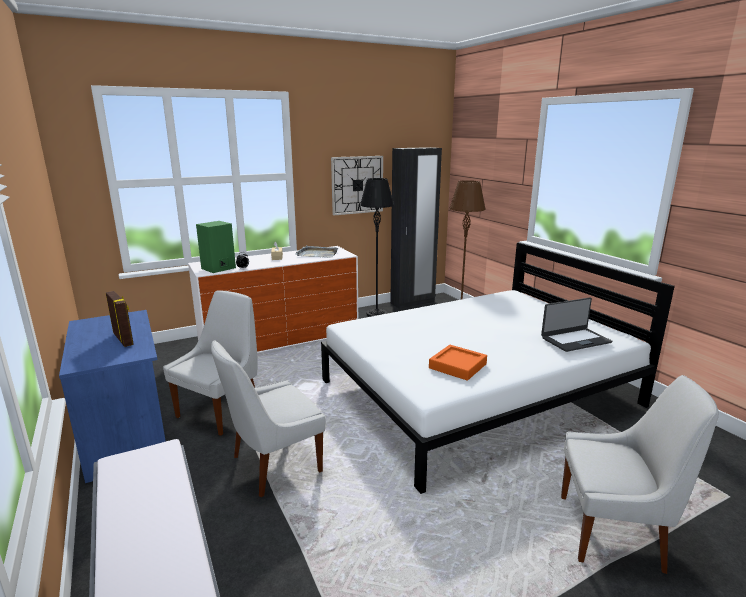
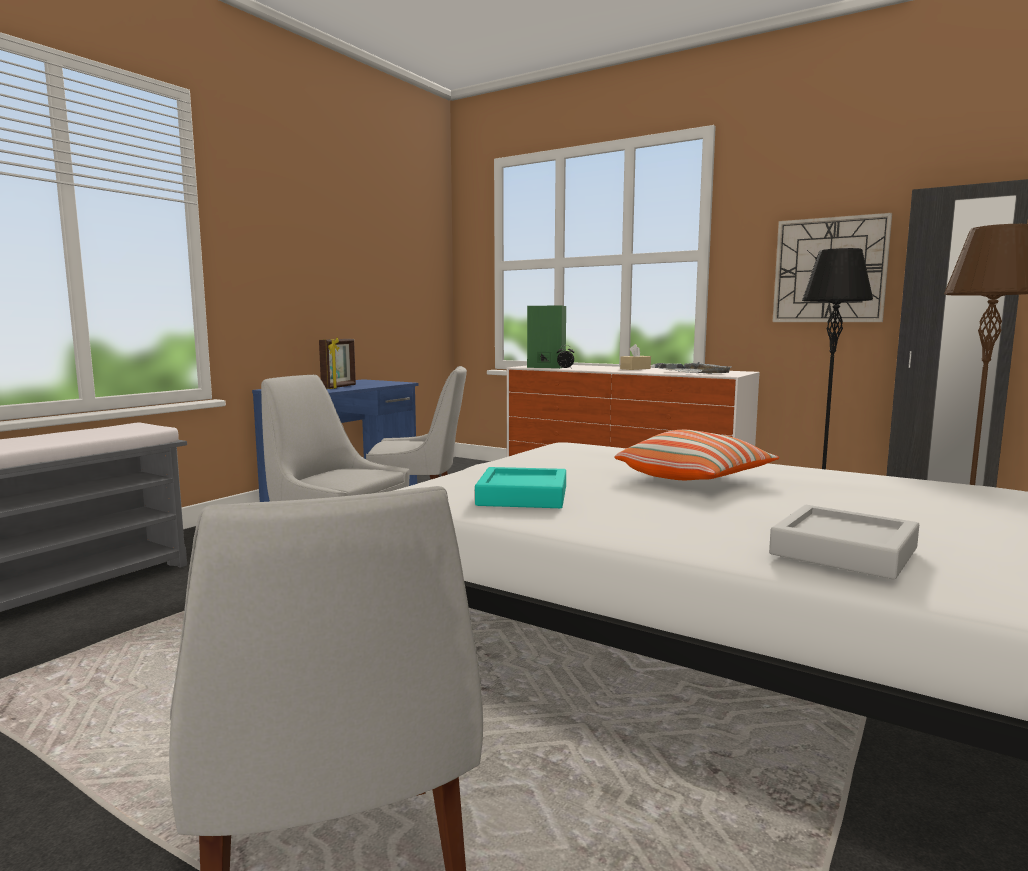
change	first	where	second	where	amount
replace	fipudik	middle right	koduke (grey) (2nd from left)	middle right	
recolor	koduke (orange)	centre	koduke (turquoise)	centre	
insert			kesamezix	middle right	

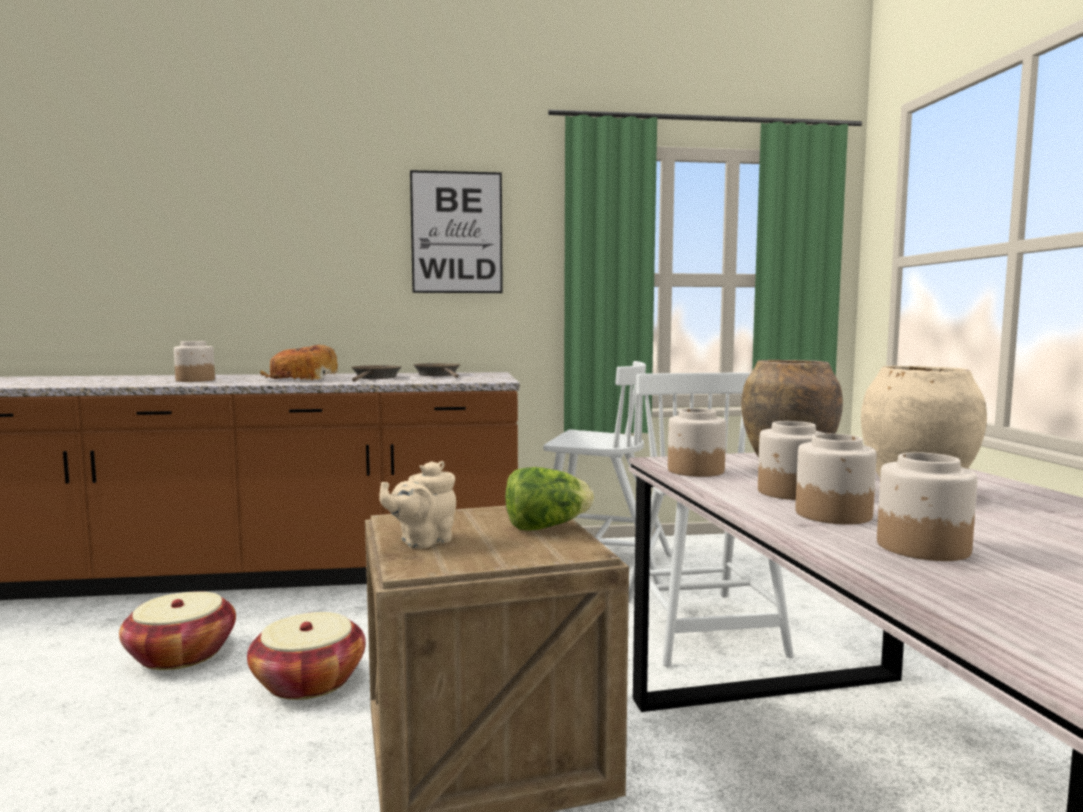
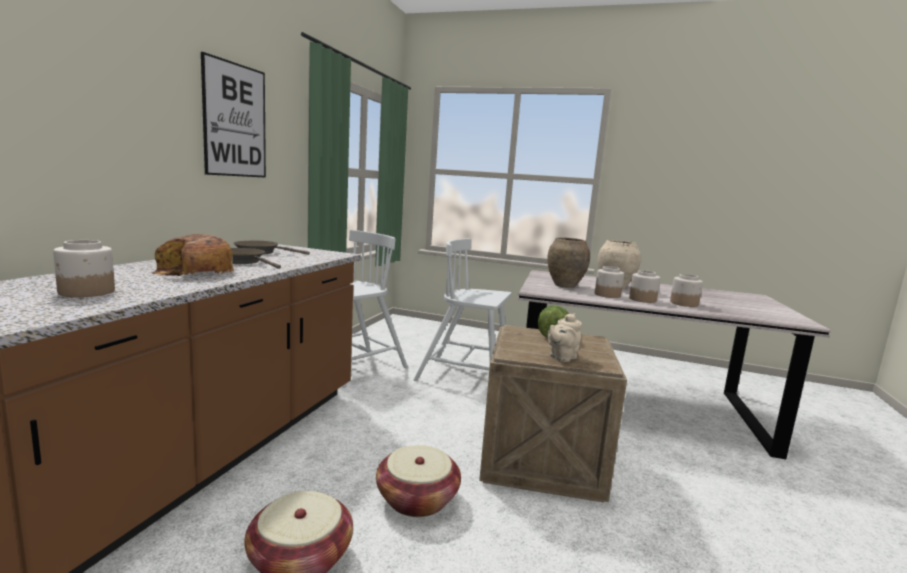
change	first	where	second	where	amount
delete	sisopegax (2nd from left)	centre			
rotate	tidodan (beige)	centre		centre	60 degrees clockwise

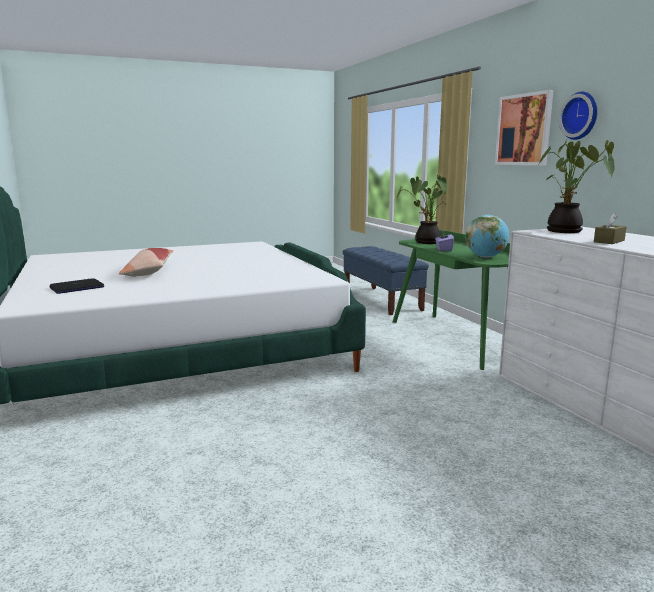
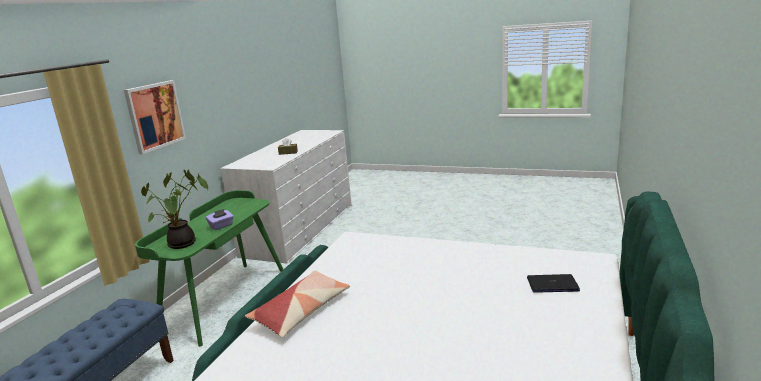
change	first	where	second	where	amount
delete	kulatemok	top right			
delete	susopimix (2nd from left)	top right			
delete	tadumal	middle right			
move	kesamezix	middle left		bottom centre	

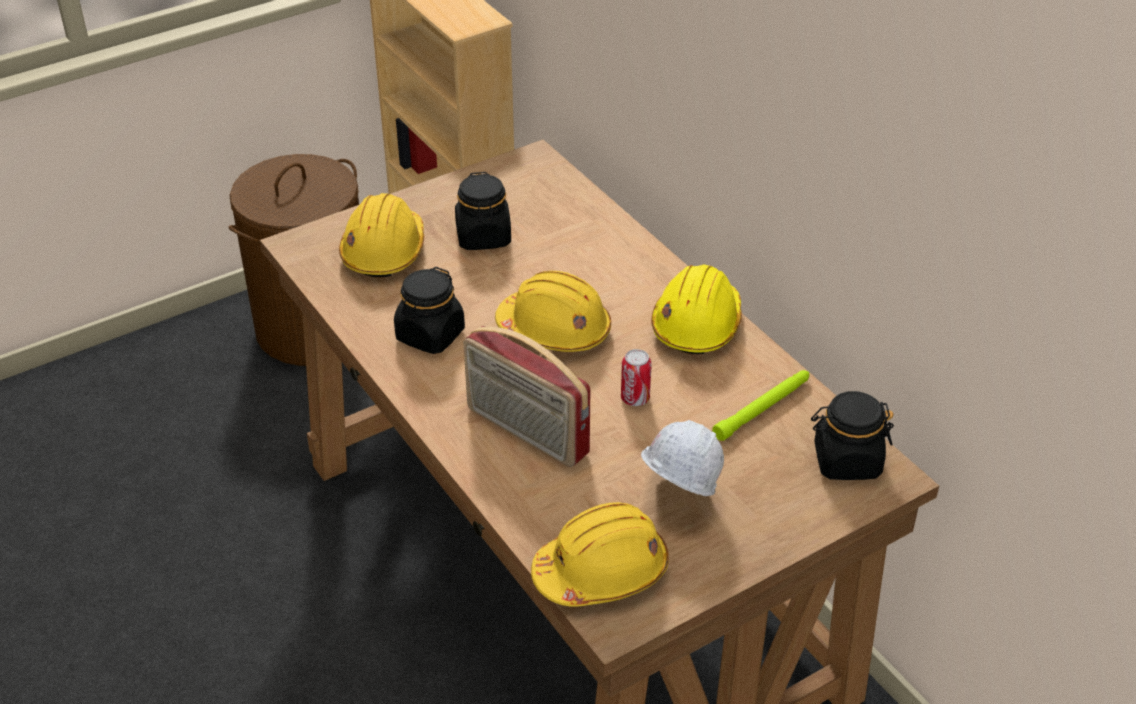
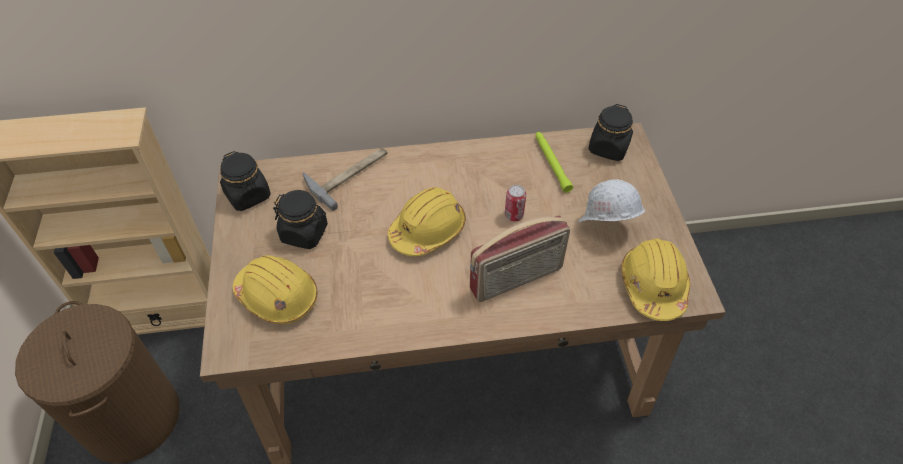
change	first	where	second	where	amount
delete	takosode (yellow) (4th from left)	centre			
move	sisopegax (black) (1st from left)	centre		middle left	
insert			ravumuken	centre	

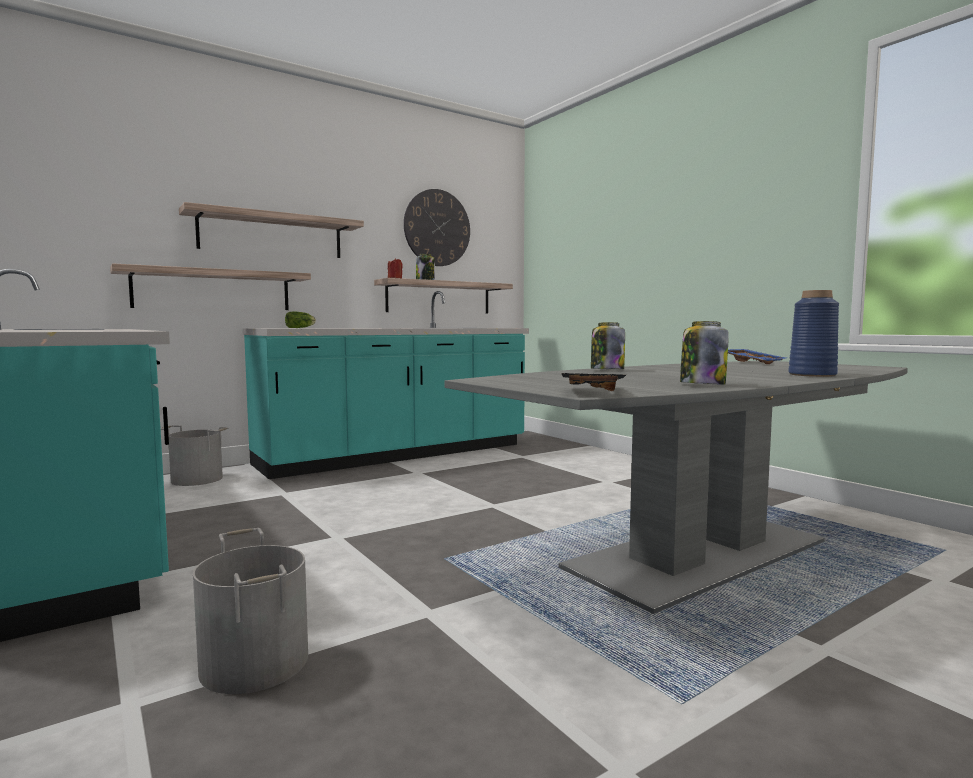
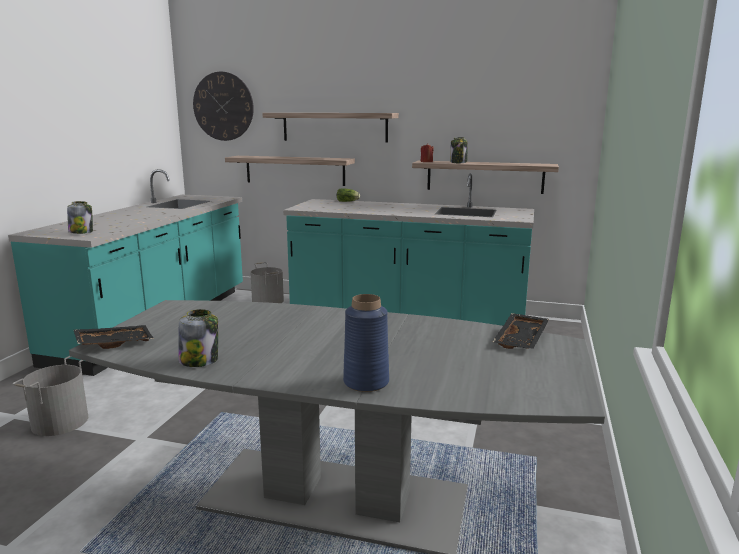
change	first	where	second	where	amount
move	kulatemok	top centre		top left	
move	sisopegax (2nd from left in the first image)	centre	sisopegax (1st from left)	middle left	
recolor	koduke (blue)	middle right	koduke (black) (2nd from left)	middle right	

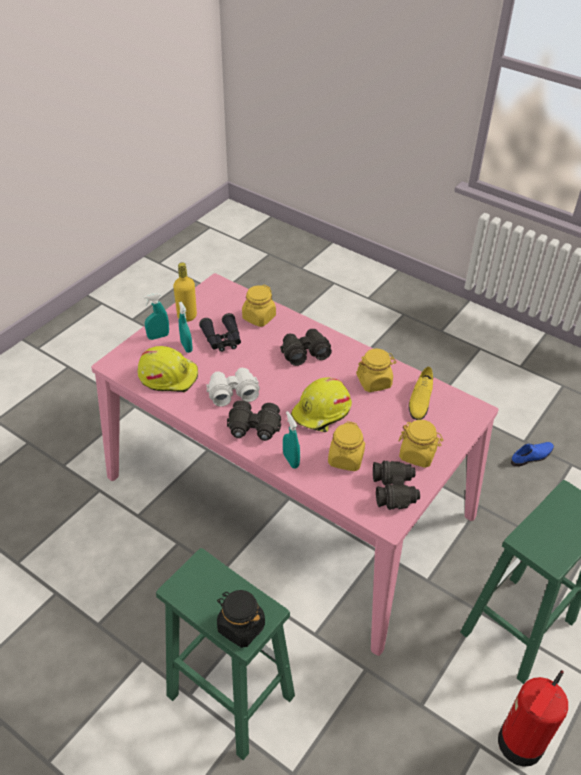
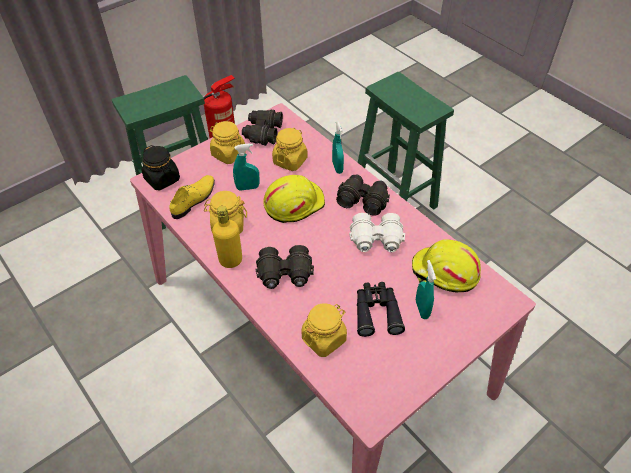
change	first	where	second	where	amount
move	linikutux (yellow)	middle left		centre	
move	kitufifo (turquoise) (1st from left)	middle left		centre	
delete	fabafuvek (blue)	middle right			
move	sisopegax (black)	bottom centre		middle left	

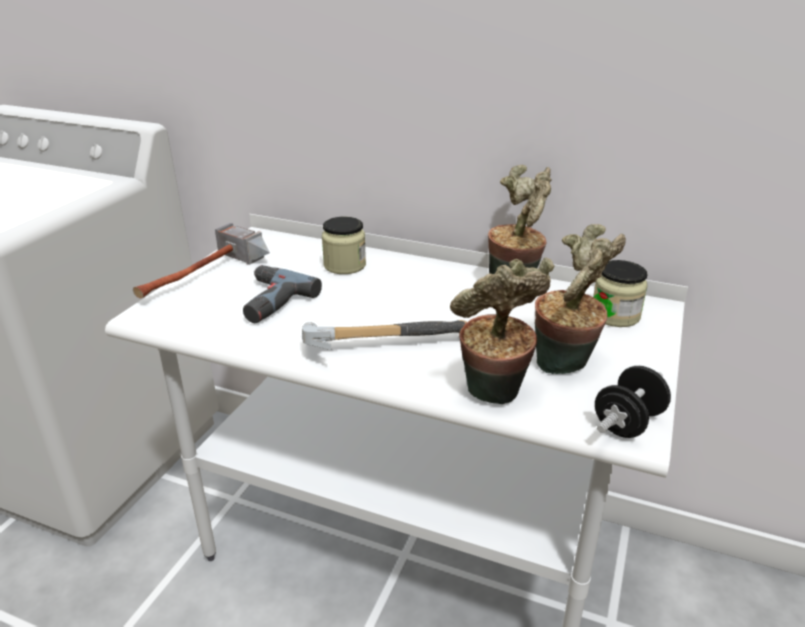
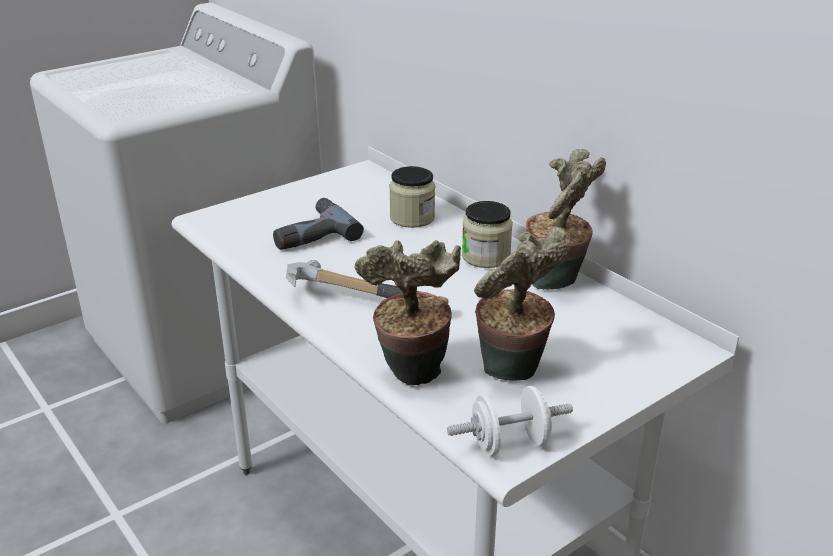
change	first	where	second	where	amount
delete	ravumuken (1st from left)	middle left			
move	sisopegax (2nd from left)	middle right		centre	
recolor	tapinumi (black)	middle right	tapinumi (white)	bottom centre	

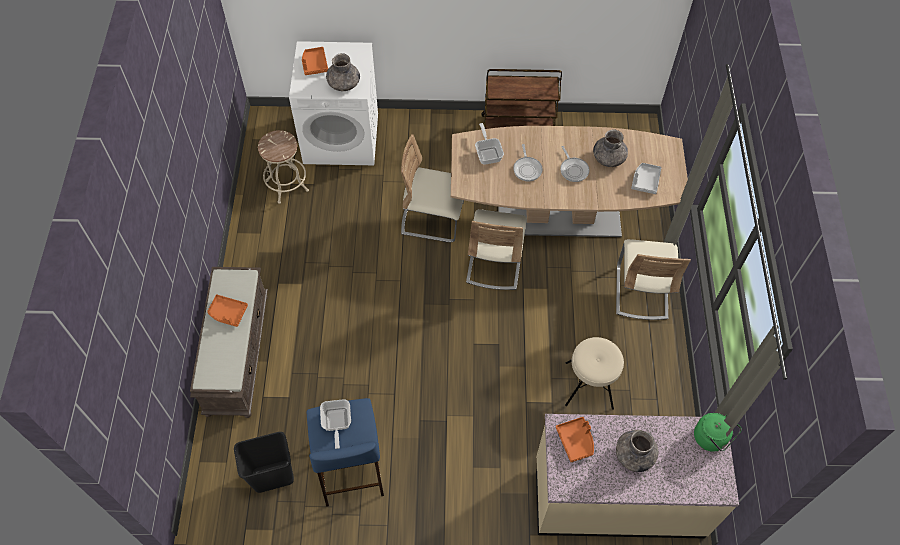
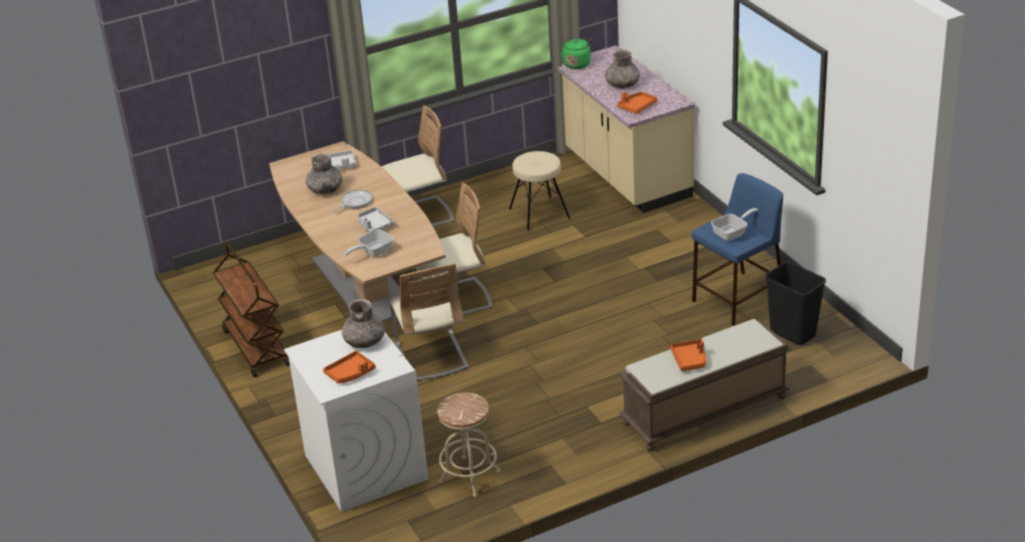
change	first	where	second	where	amount
replace	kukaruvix (3rd from left)	top centre	koduke (grey) (2nd from left)	centre	

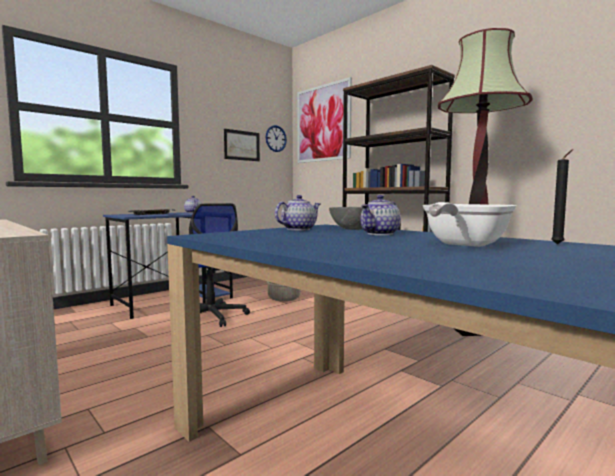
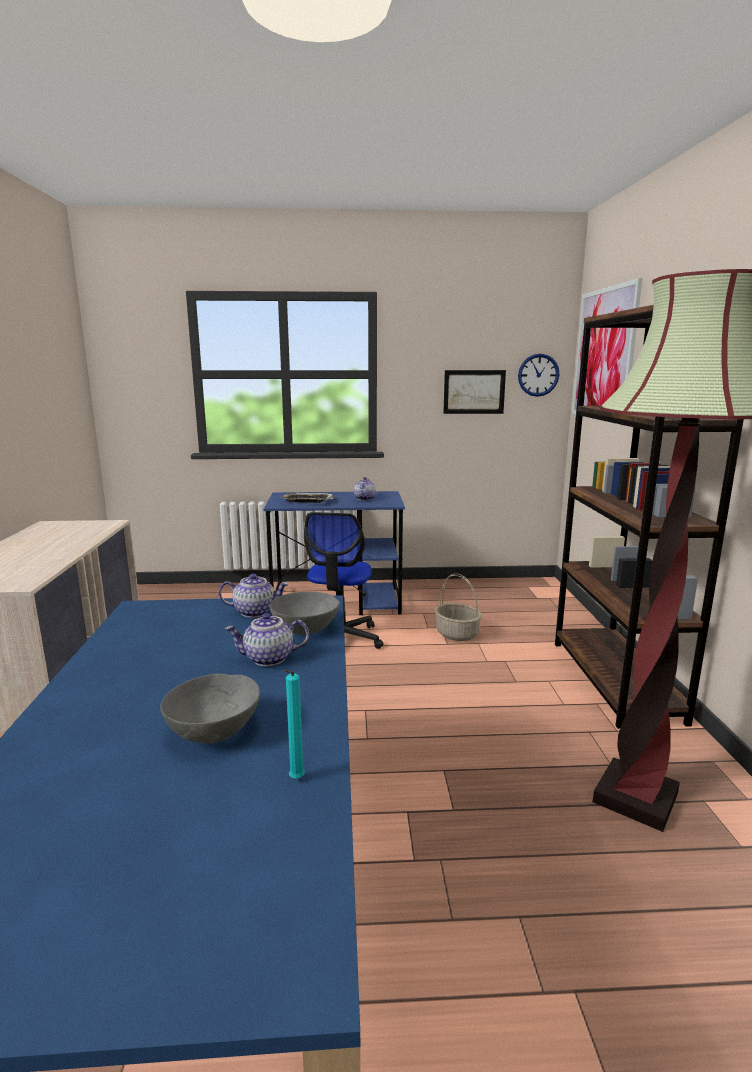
change	first	where	second	where	amount
recolor	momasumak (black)	middle right	momasumak (turquoise)	bottom centre	
replace	kukaruvix	middle right	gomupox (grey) (1st from left)	middle left	

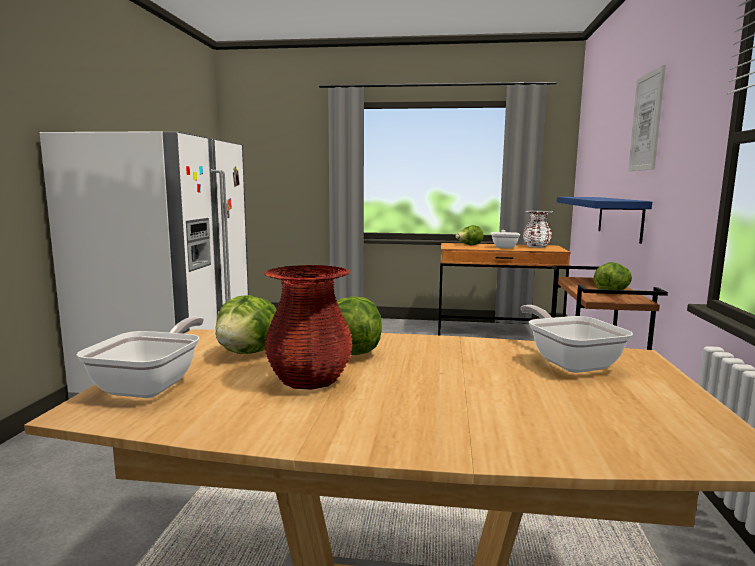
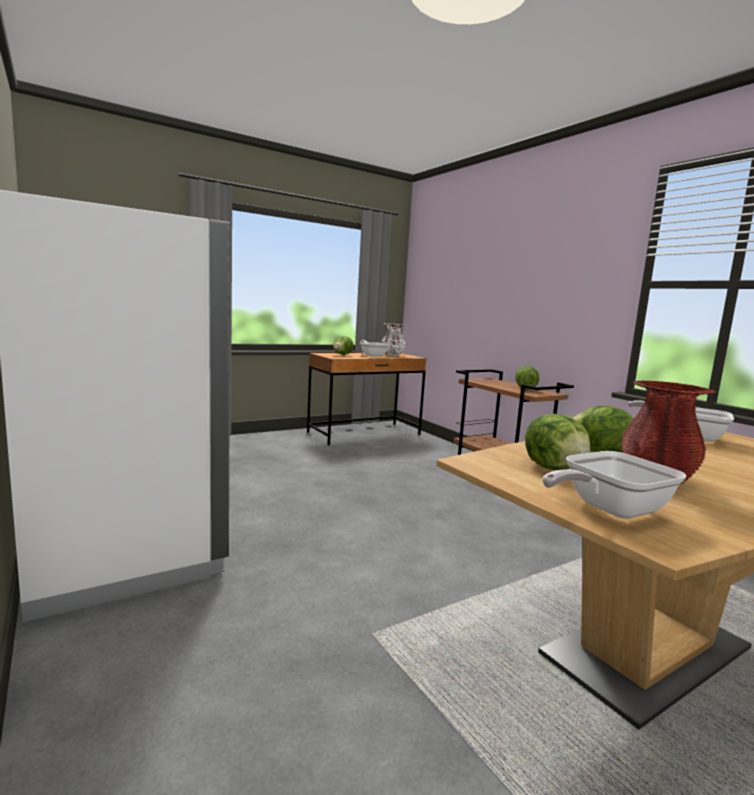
change	first	where	second	where	amount
delete	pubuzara	top right			
delete	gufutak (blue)	middle right			
rotate	kukaruvix (1st from left in the first image)	middle left	kukaruvix (2nd from left)	middle right	90 degrees counterclockwise

